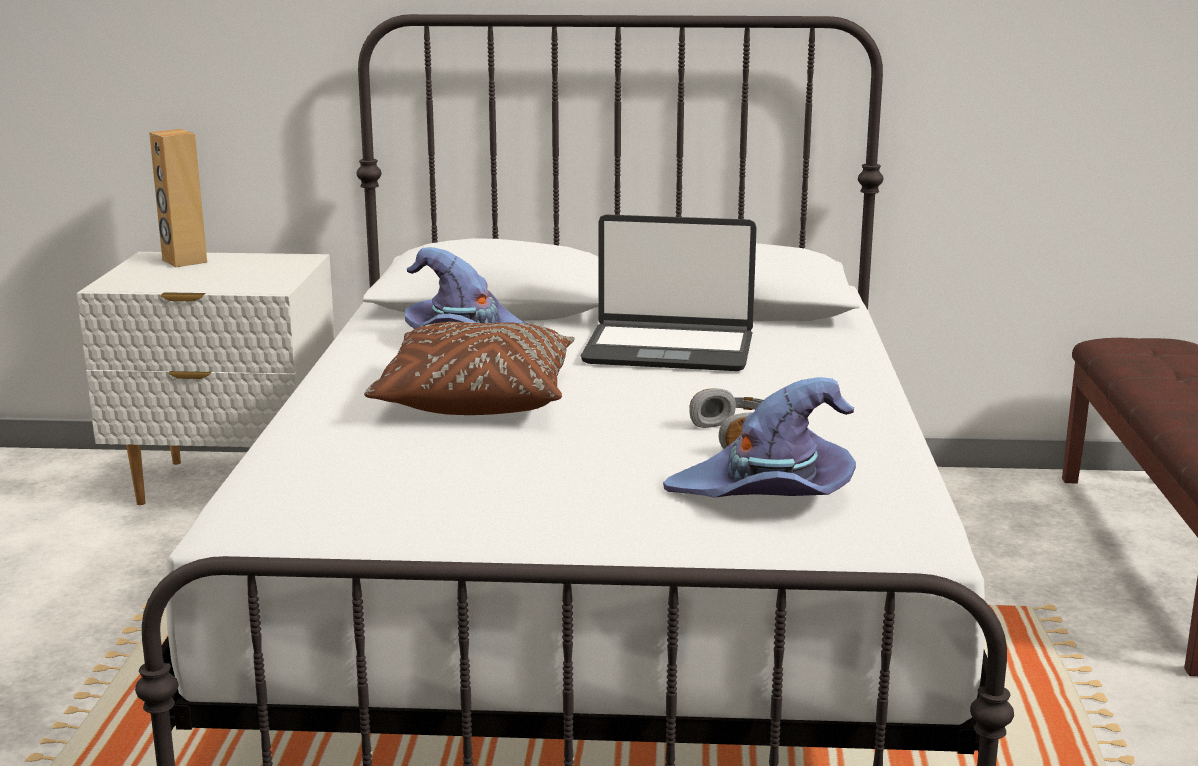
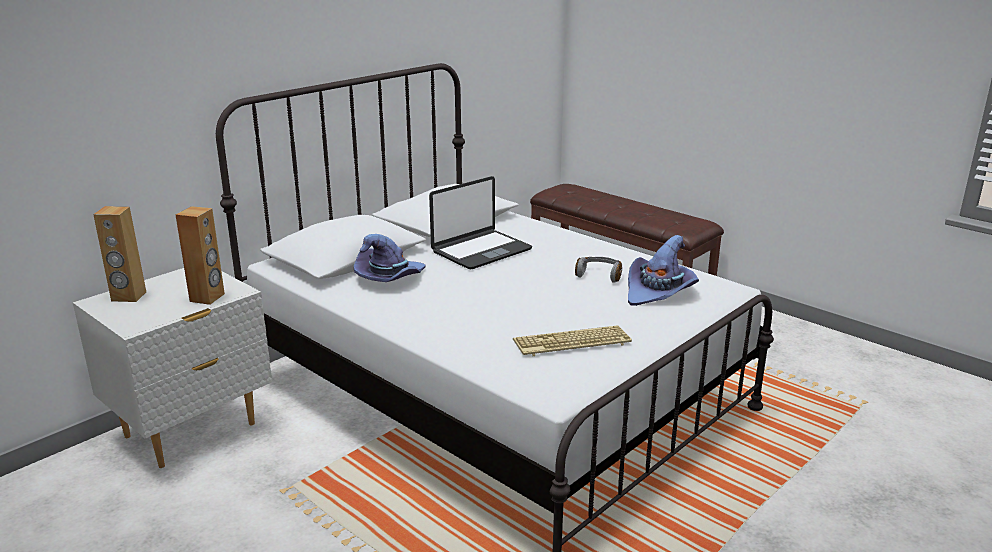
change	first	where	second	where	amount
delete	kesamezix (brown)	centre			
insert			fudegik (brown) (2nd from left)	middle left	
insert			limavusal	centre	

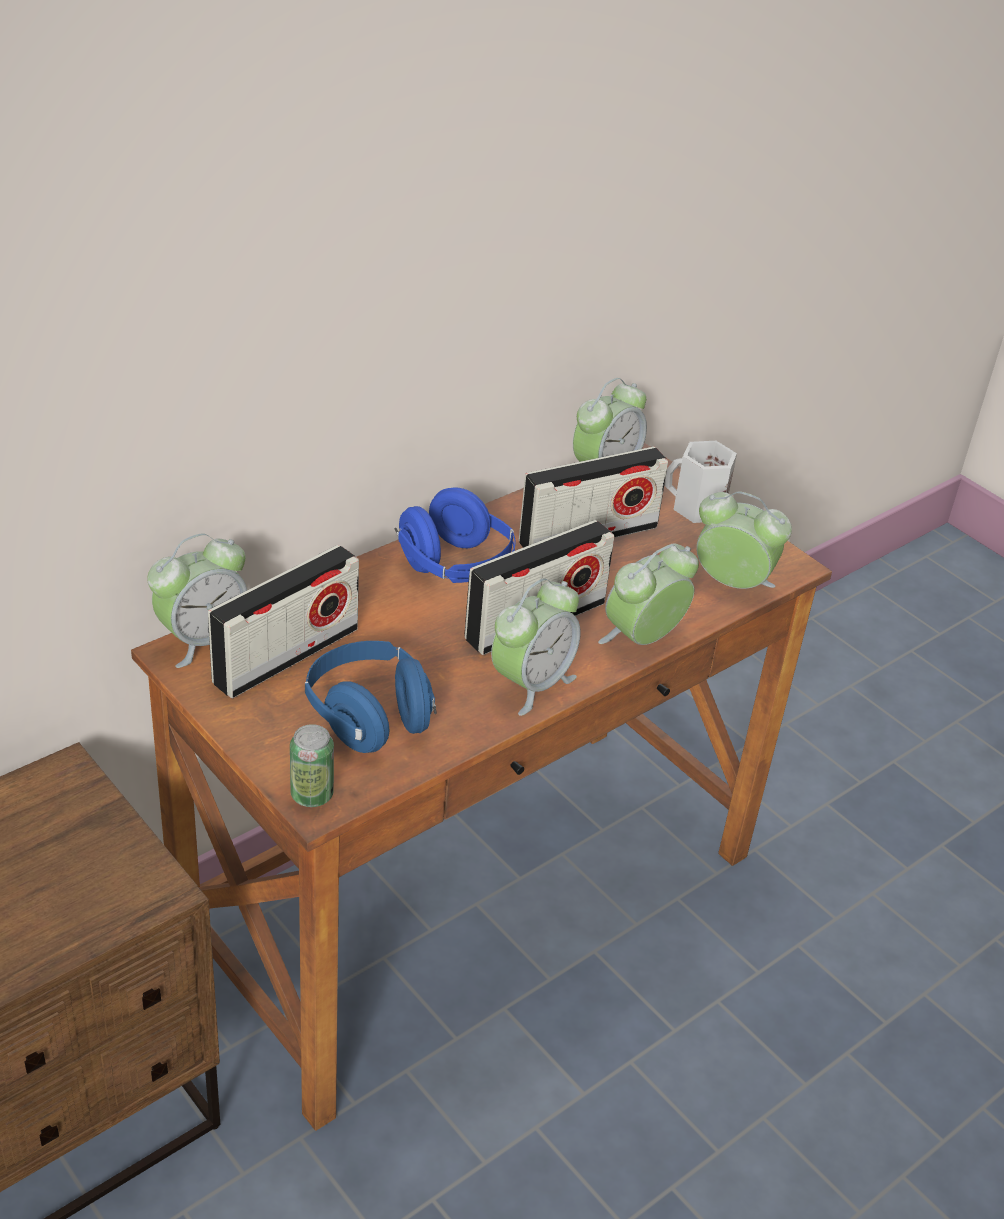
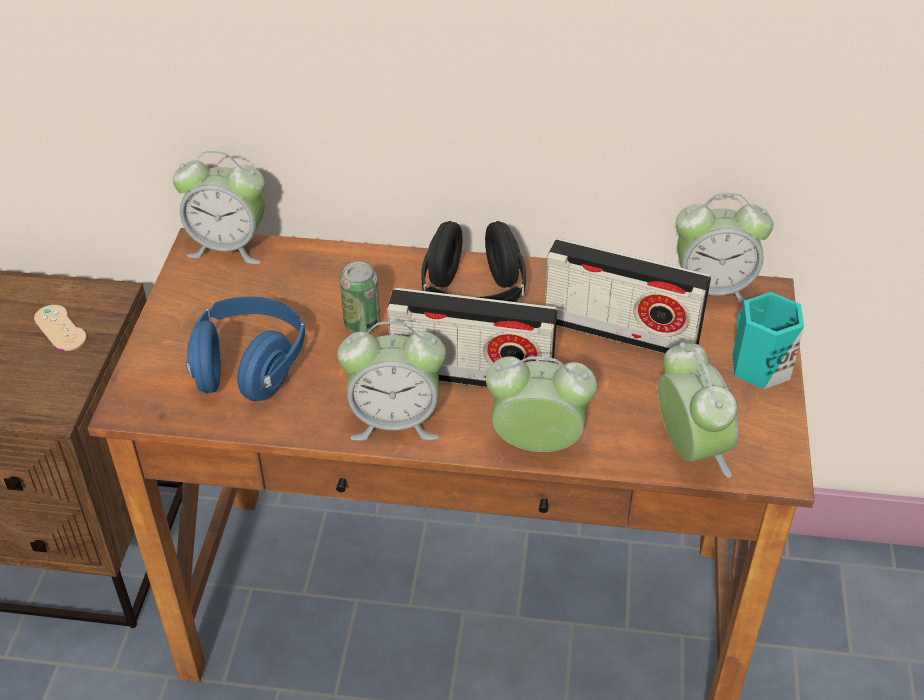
change	first	where	second	where	amount
recolor	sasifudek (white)	middle right	sasifudek (turquoise)	middle right	
recolor	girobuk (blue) (2nd from left)	centre	girobuk (black)	centre	
delete	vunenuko (1st from left)	middle left			
move	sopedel	middle left		centre	
insert			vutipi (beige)	middle left	

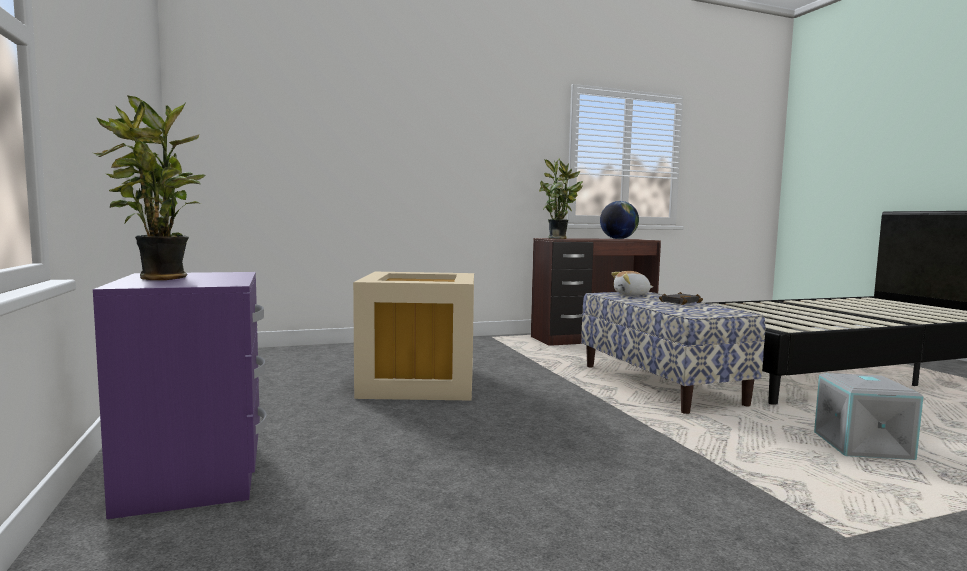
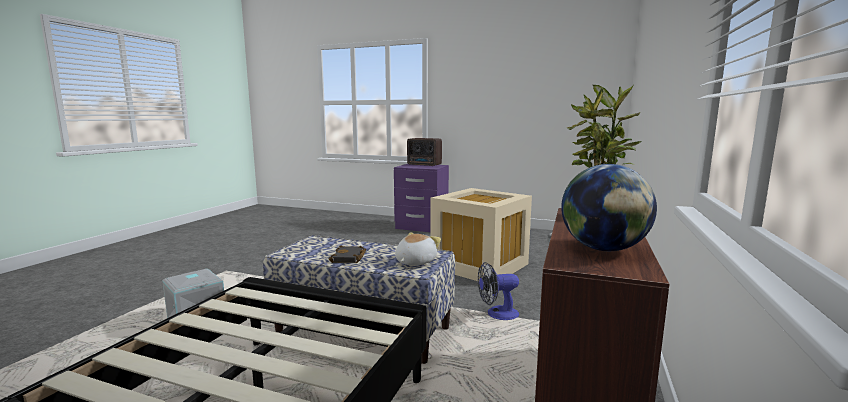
change	first	where	second	where	amount
replace	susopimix (1st from left)	top left	vunenuko	centre	
insert			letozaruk	bottom centre	

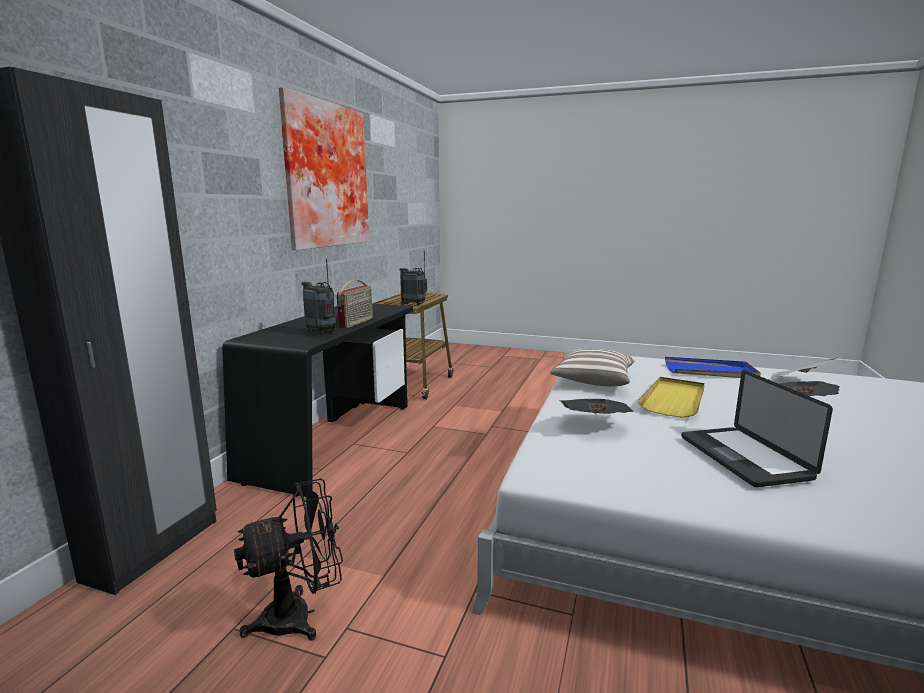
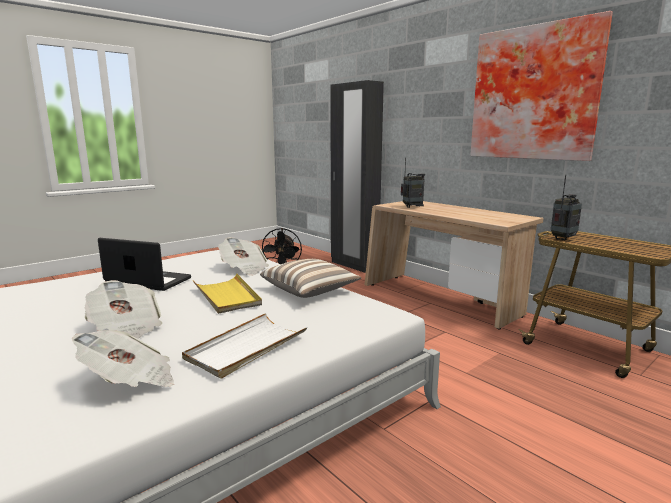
change	first	where	second	where	amount
delete	vunenuko (2nd from left)	centre			
recolor	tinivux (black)	centre	tinivux (beige)	middle right	
recolor	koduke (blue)	middle right	koduke (white)	bottom centre	

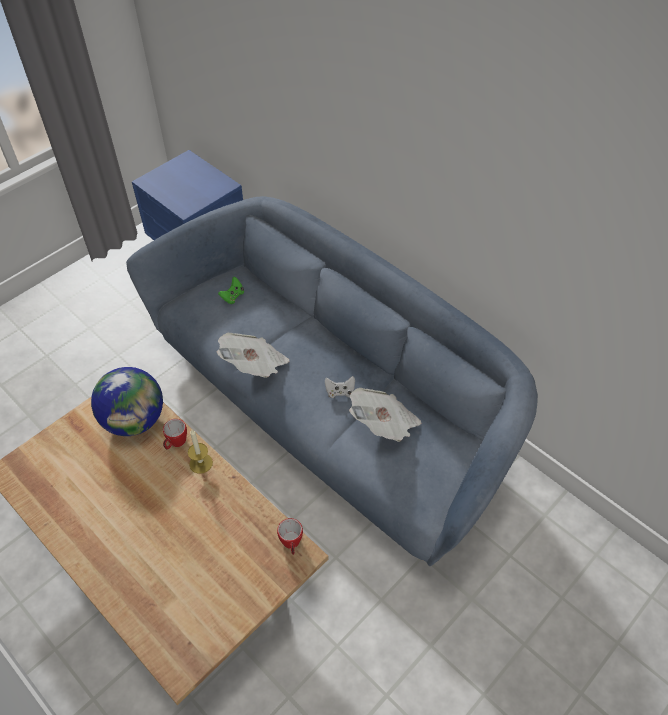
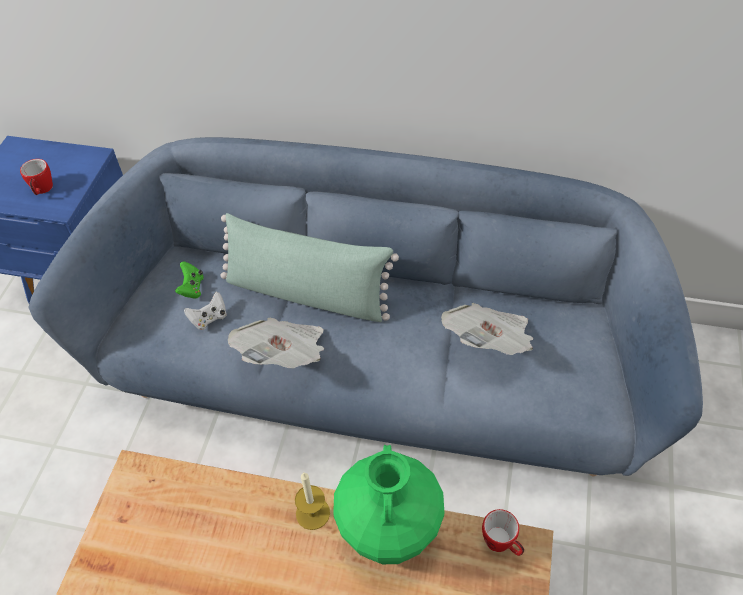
change	first	where	second	where	amount
delete	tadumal	middle left			
move	vutipi (white)	centre		middle left	
move	sasifudek (1st from left)	middle left		top left	
insert			kesamezix (green)	centre	
insert			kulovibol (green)	bottom centre	

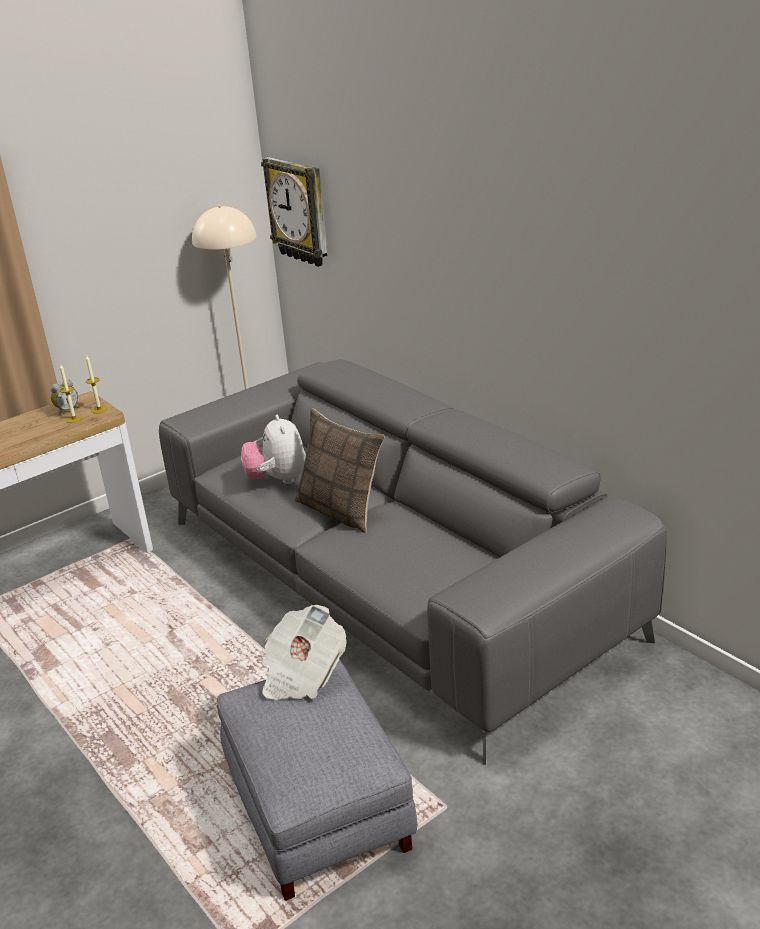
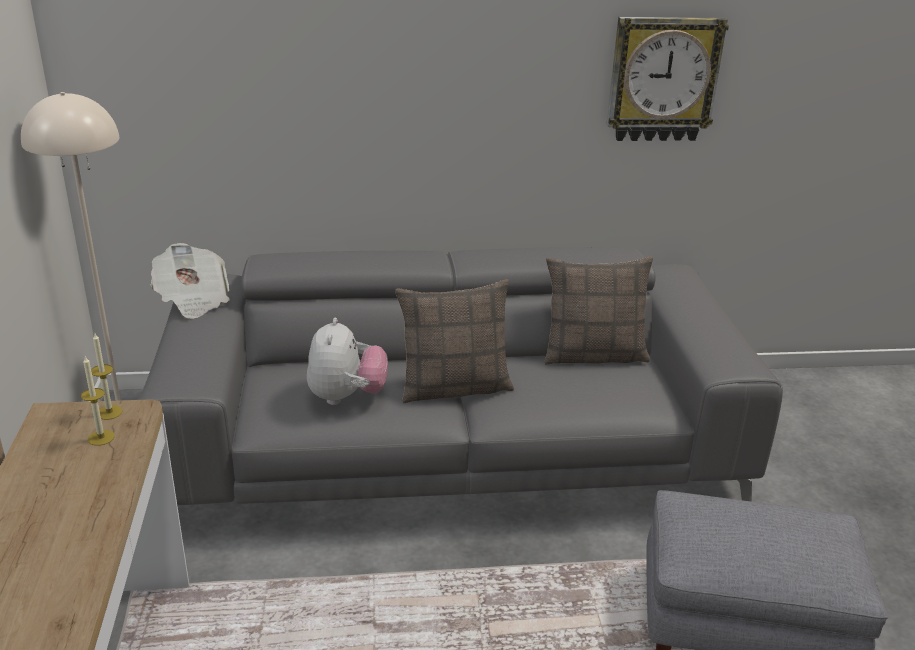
change	first	where	second	where	amount
move	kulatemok	top centre		top right	
delete	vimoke	middle left			
rotate	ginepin	centre		centre	105 degrees counterclockwise
move	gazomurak	bottom centre		middle left	
insert			kesamezix (2nd from left)	centre	

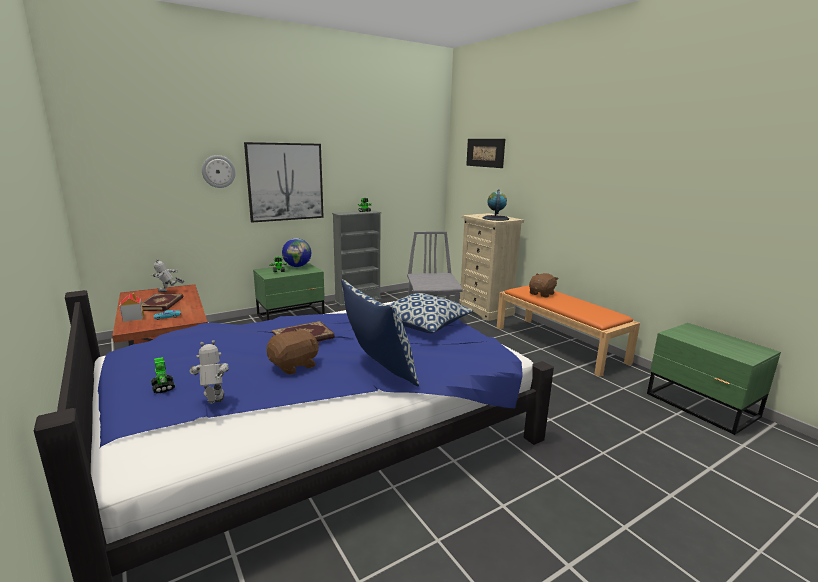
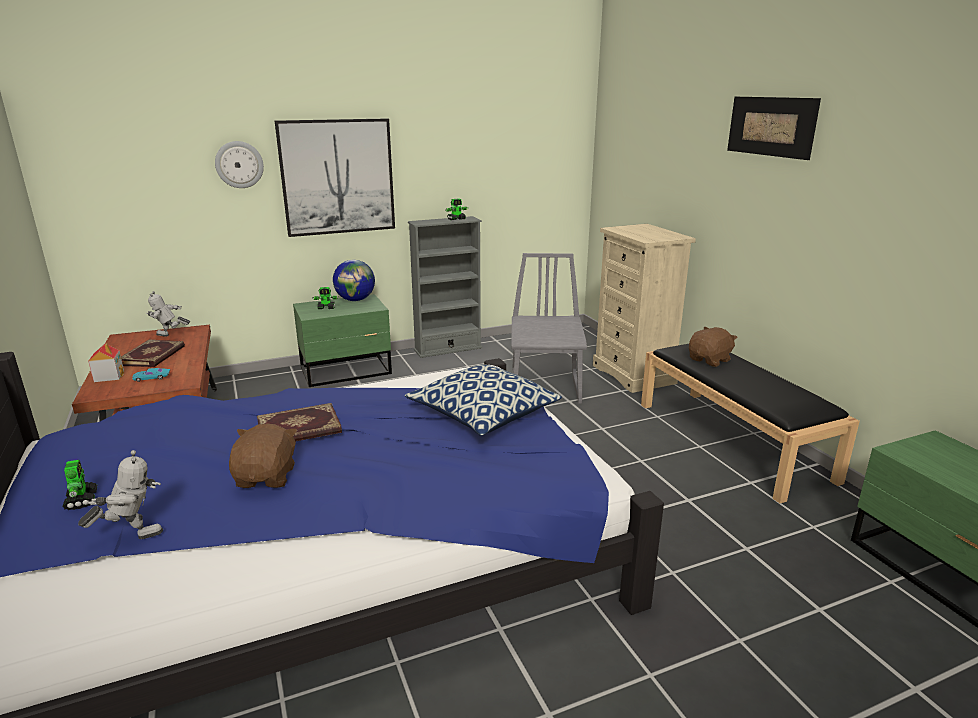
change	first	where	second	where	amount
move	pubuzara (2nd from left)	top centre		top right	
delete	tadumal (2nd from left)	centre			
delete	kesamezix (1st from left)	centre			
recolor	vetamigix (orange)	middle right	vetamigix (black)	middle right	
rotate	ginepin (brown) (1st from left)	centre		middle left	60 degrees counterclockwise
rotate	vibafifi (3rd from left in the first image)	middle left	vibafifi (2nd from left)	bottom left	75 degrees clockwise

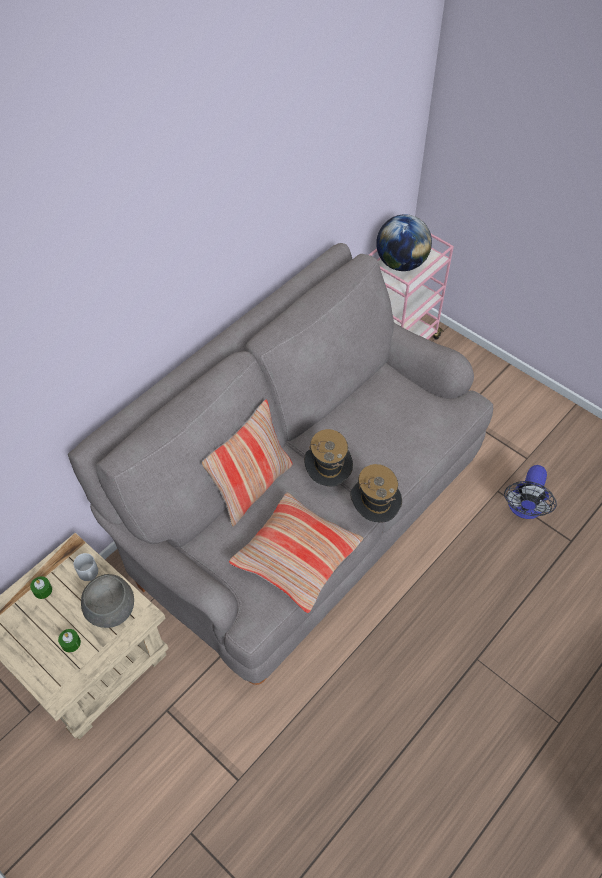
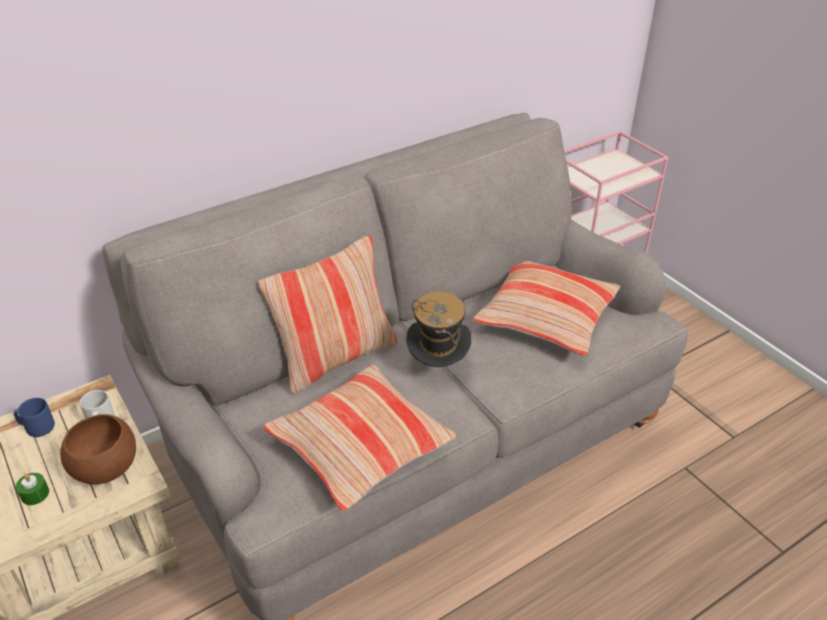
change	first	where	second	where	amount
delete	tadumal	top right			
delete	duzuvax (2nd from left)	centre			
delete	letozaruk	middle right			
recolor	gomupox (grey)	bottom left	gomupox (brown)	bottom left	
replace	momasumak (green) (1st from left)	bottom left	sasifudek (blue)	bottom left	
insert			kesamezix (3rd from left)	centre	

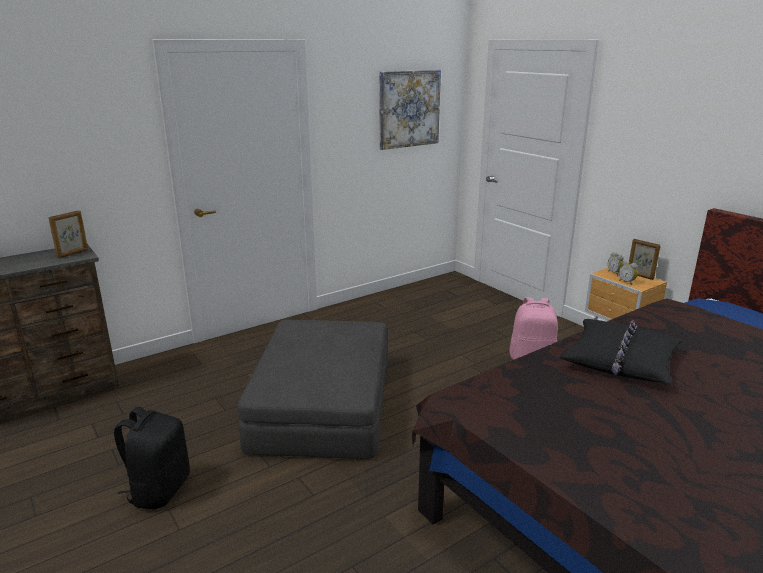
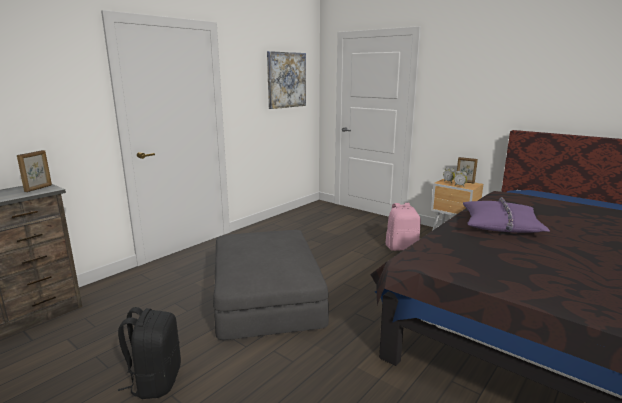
change	first	where	second	where	amount
recolor	kesamezix (black)	middle right	kesamezix (purple)	middle right	

